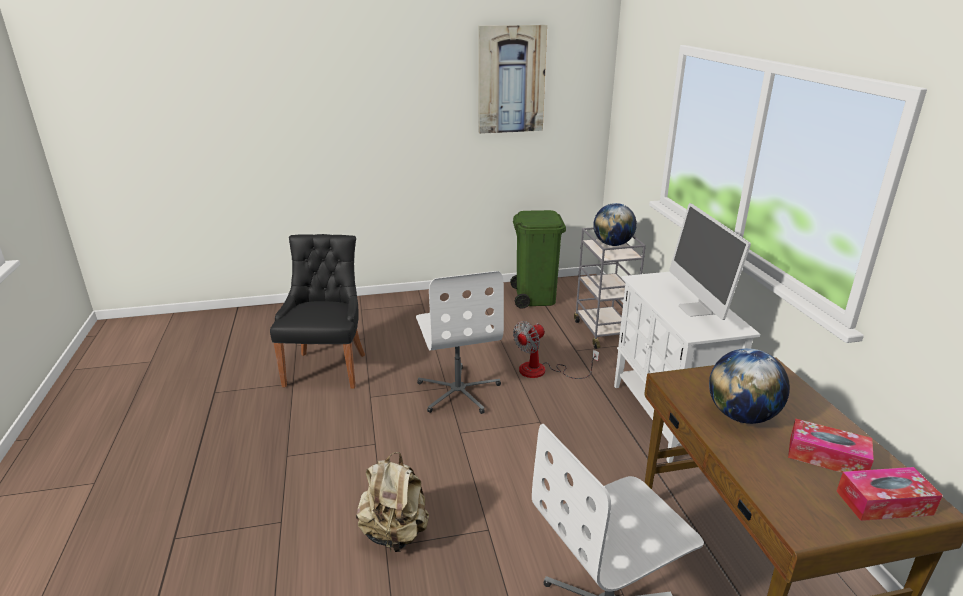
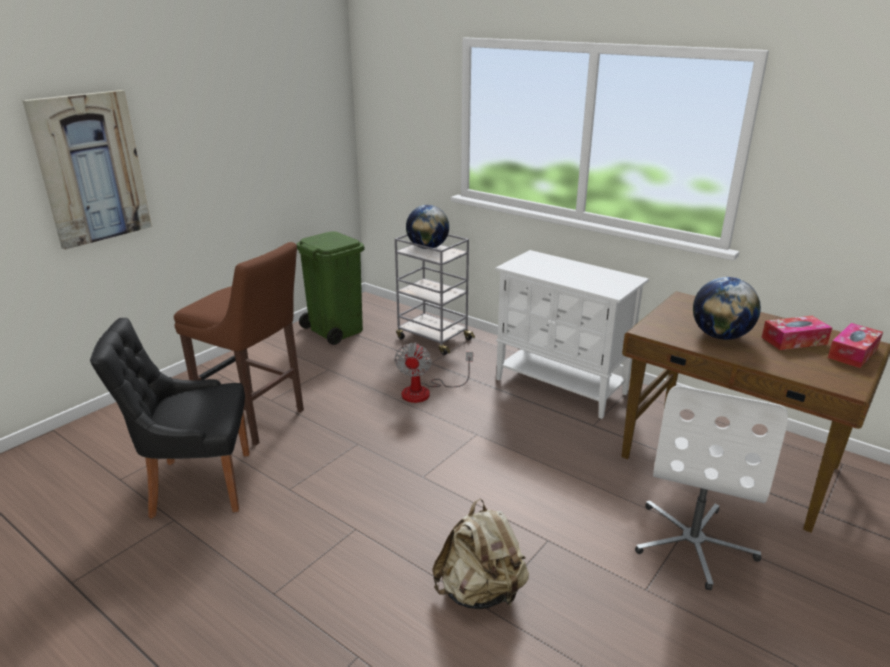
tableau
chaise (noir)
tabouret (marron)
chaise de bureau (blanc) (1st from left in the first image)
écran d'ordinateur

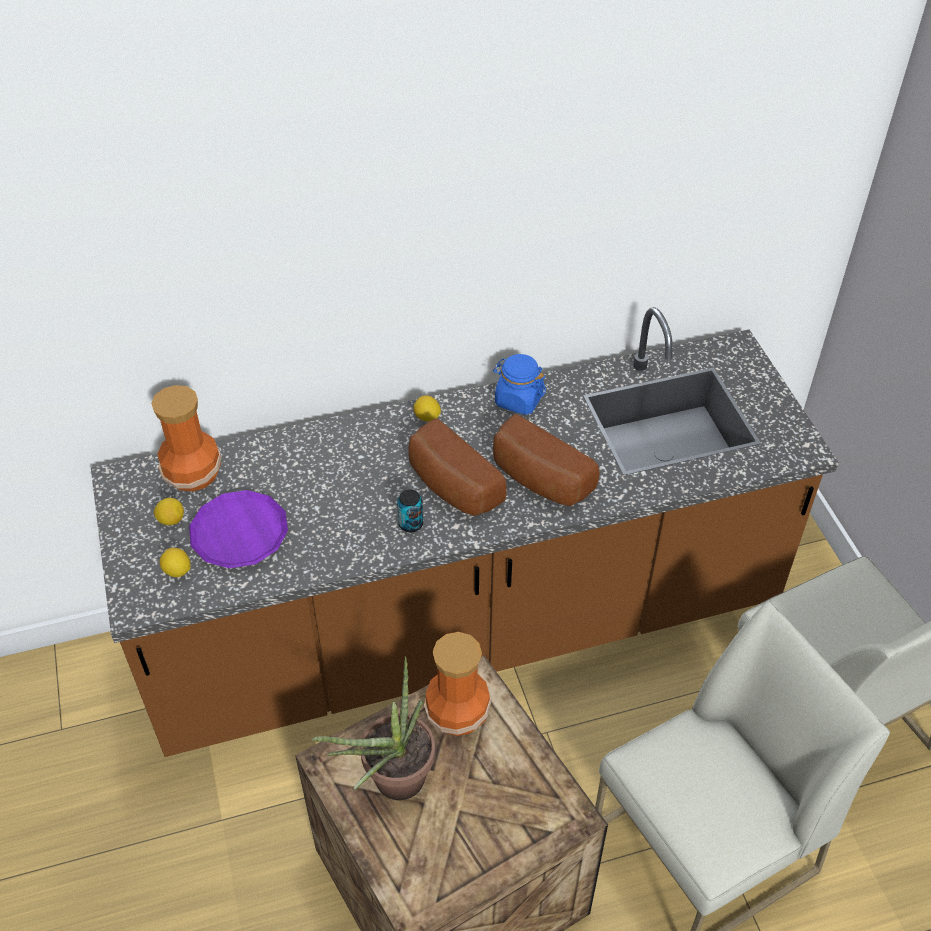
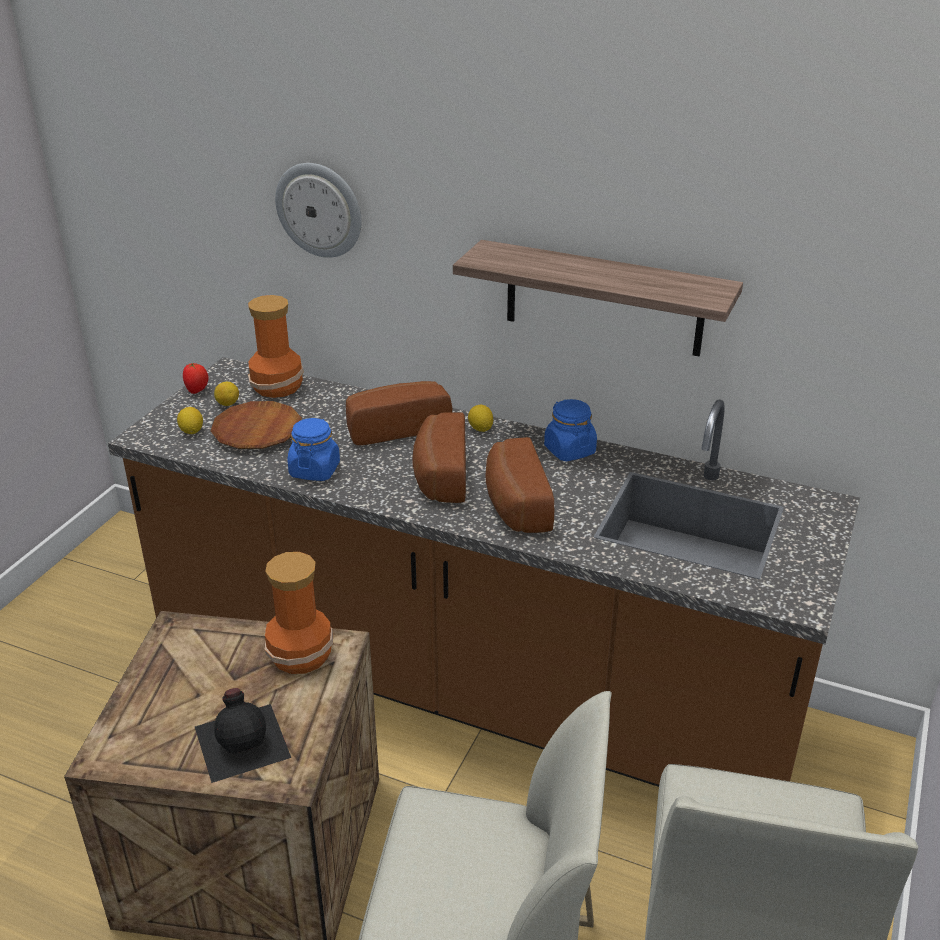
tomate
bouteille (noir)
assiette (marron)
horloge murale
bocal (bleu) (1st from left)
pain (1st from left)
étagère
plante en pot
boîte métallique

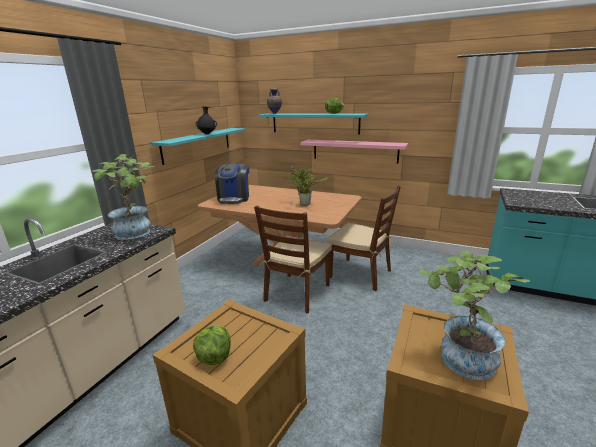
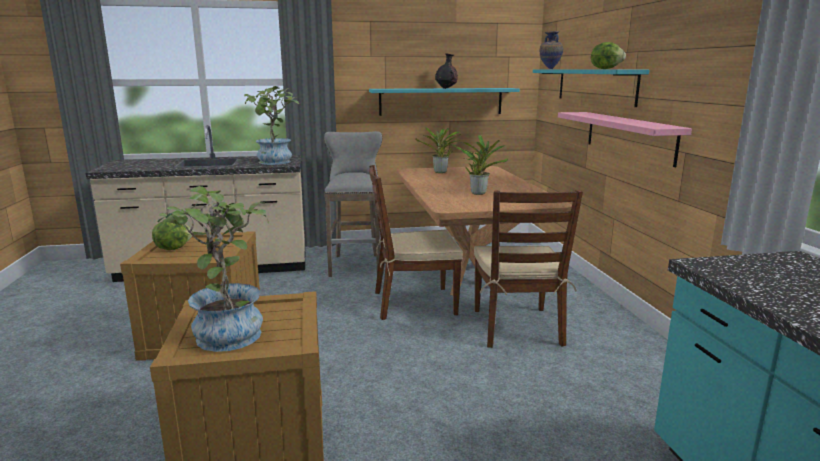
tabouret (gris)
plante en pot (3rd from left)

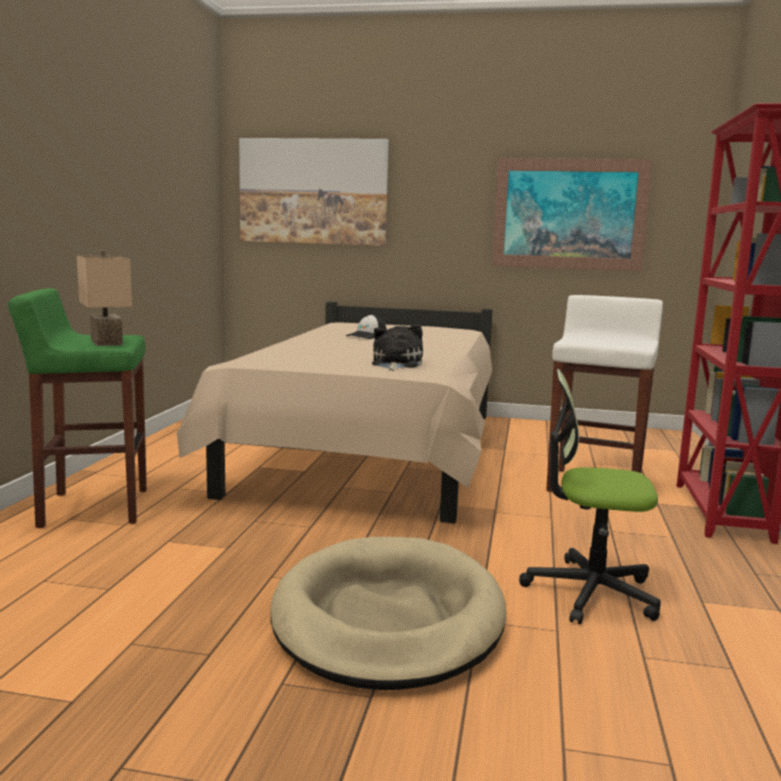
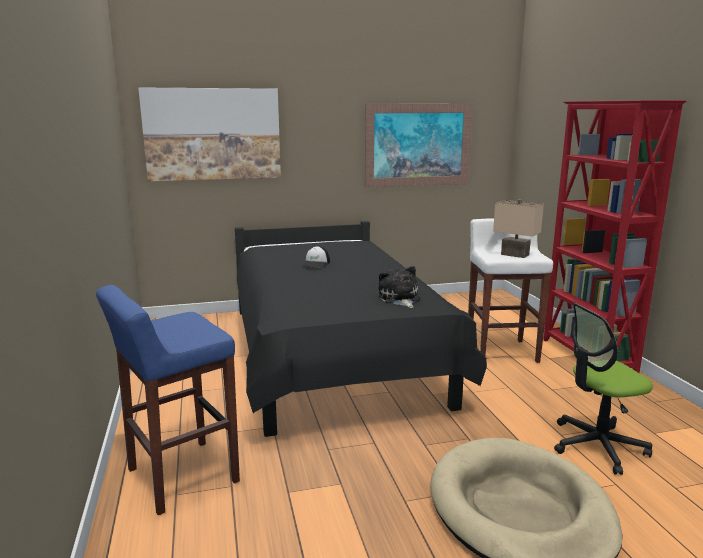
tabouret (bleu)
lit (noir)
lampe de table (beige)

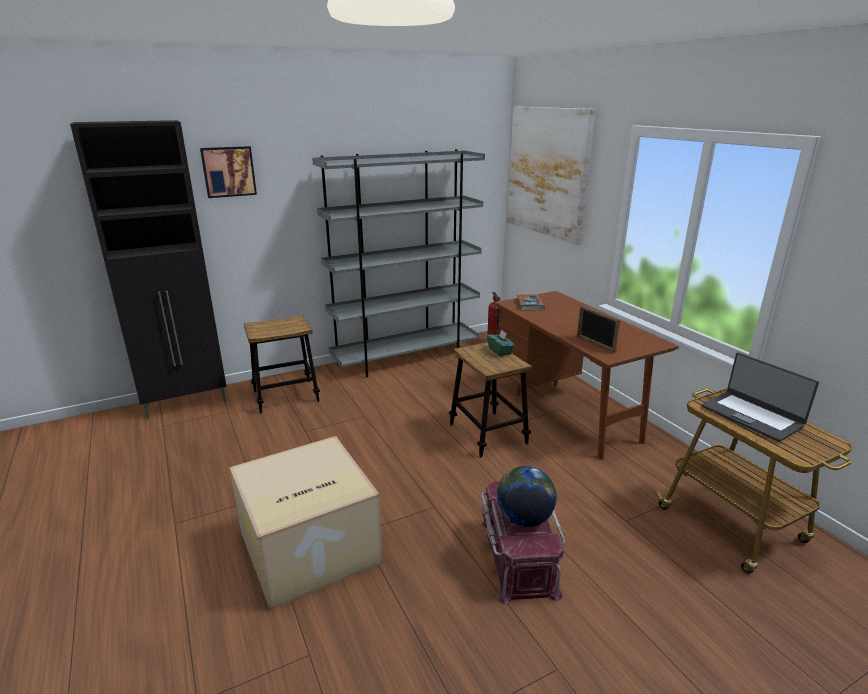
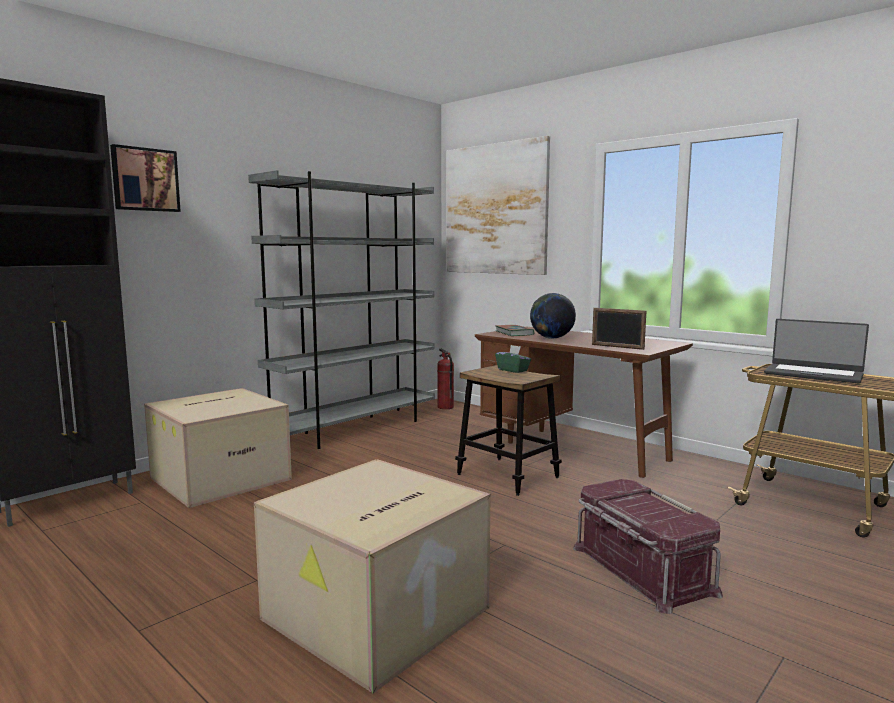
carton (1st from left)
globe

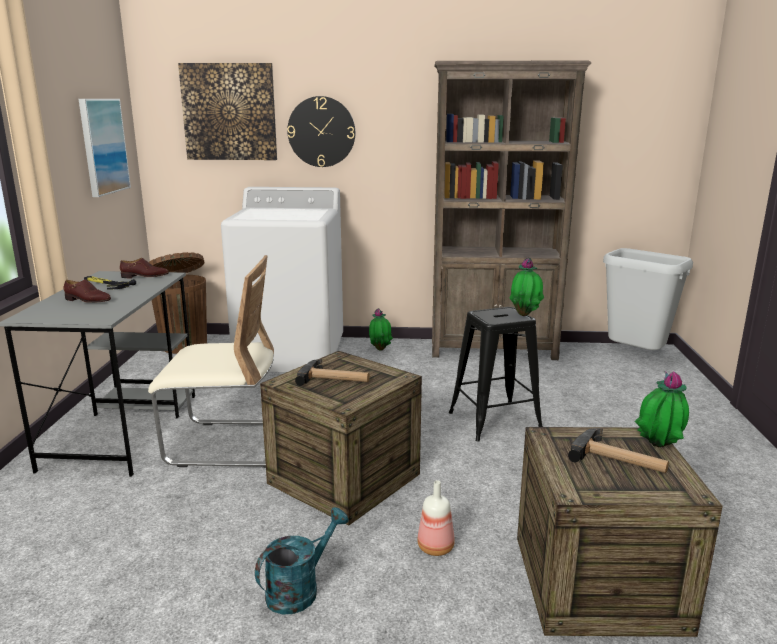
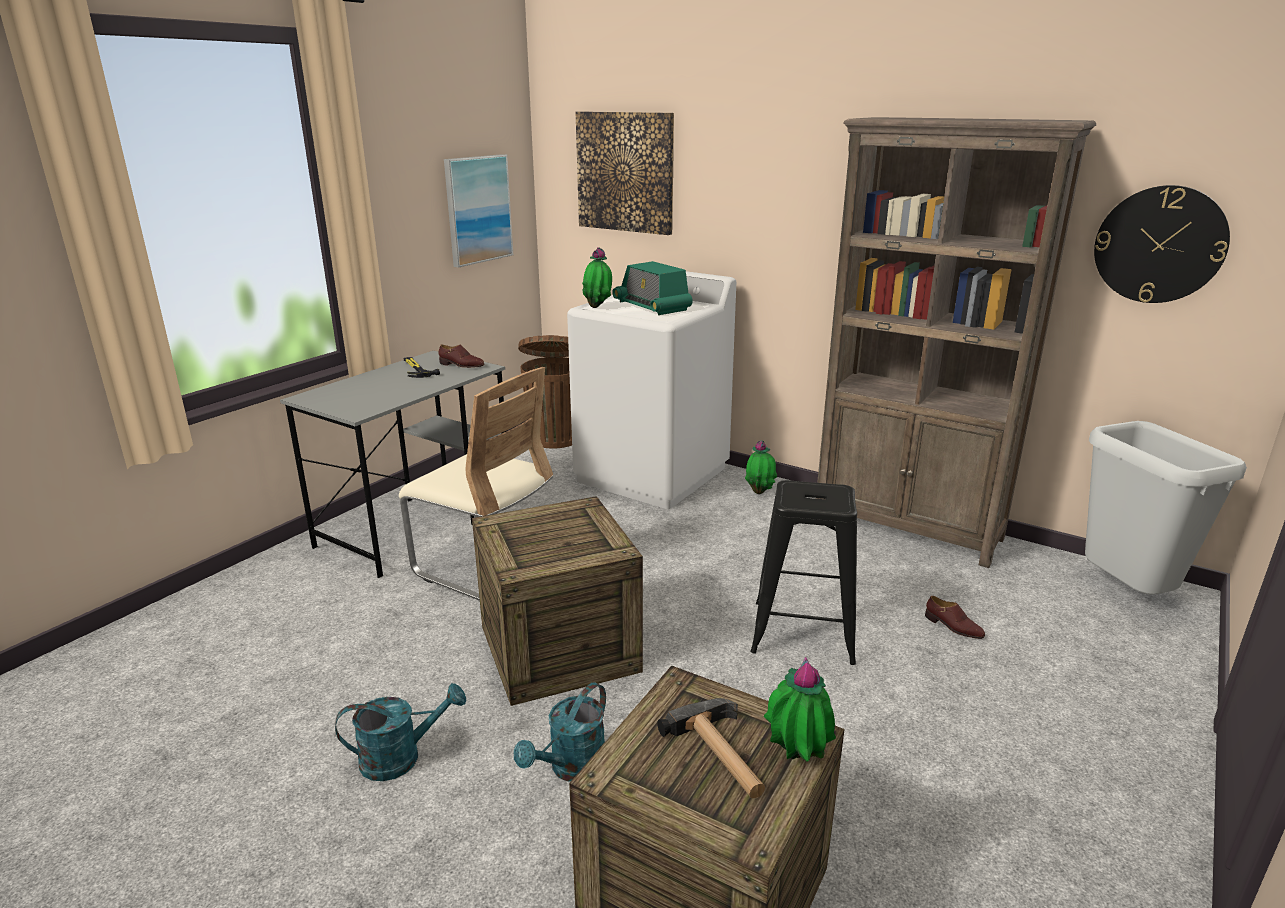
arrosoir (turquoise) (2nd from left)
plante en pot (1st from left)
radio
chaussure (marron) (2nd from left)
horloge murale
marteau (2nd from left in the first image)

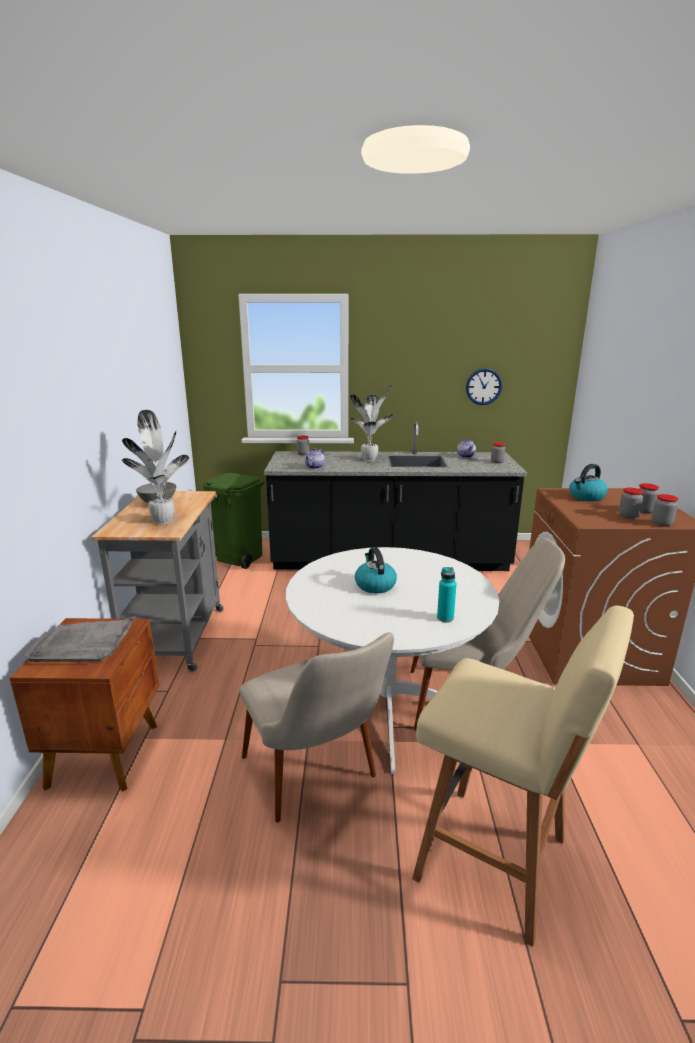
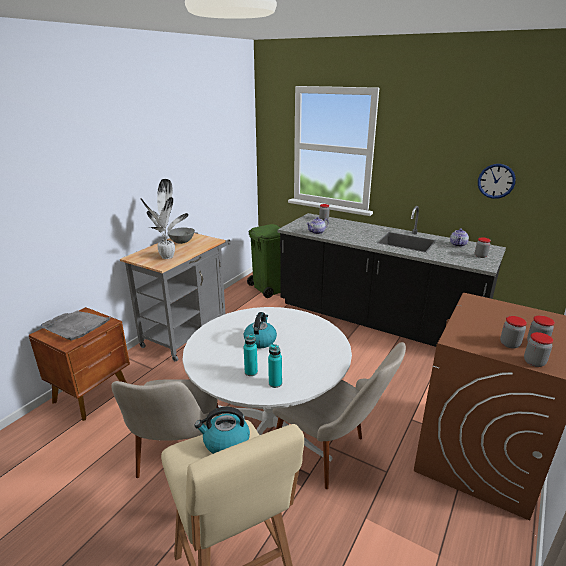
bouilloire (1st from left)
bouteille (turquoise) (1st from left)
plante en pot (2nd from left in the first image)

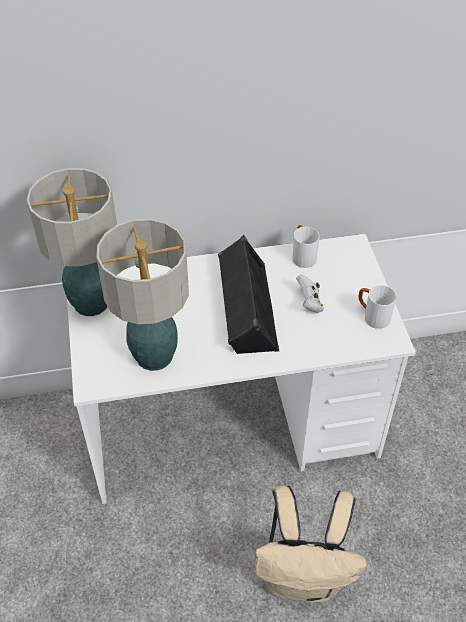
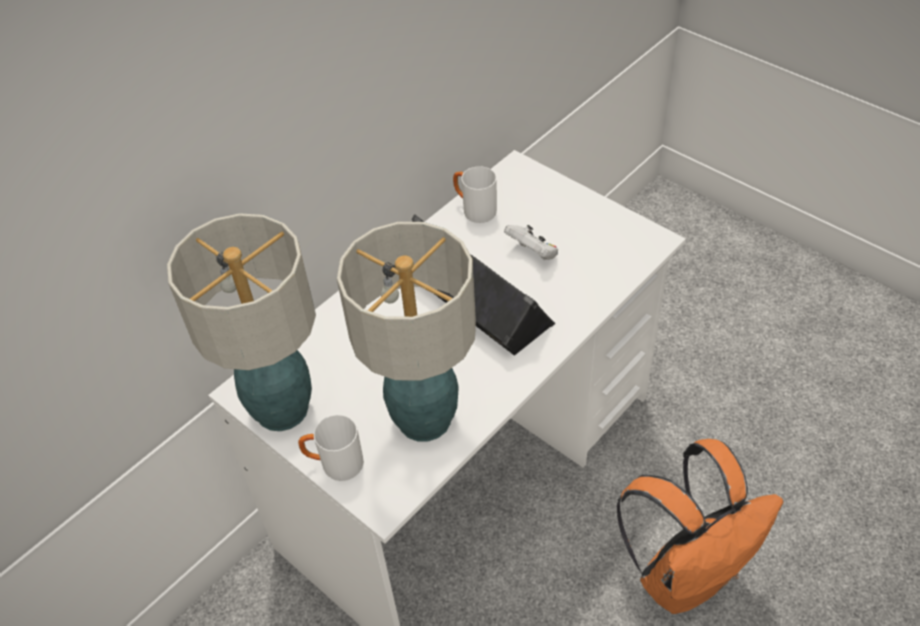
mug (blanc) (1st from left)
sac à dos (orange)

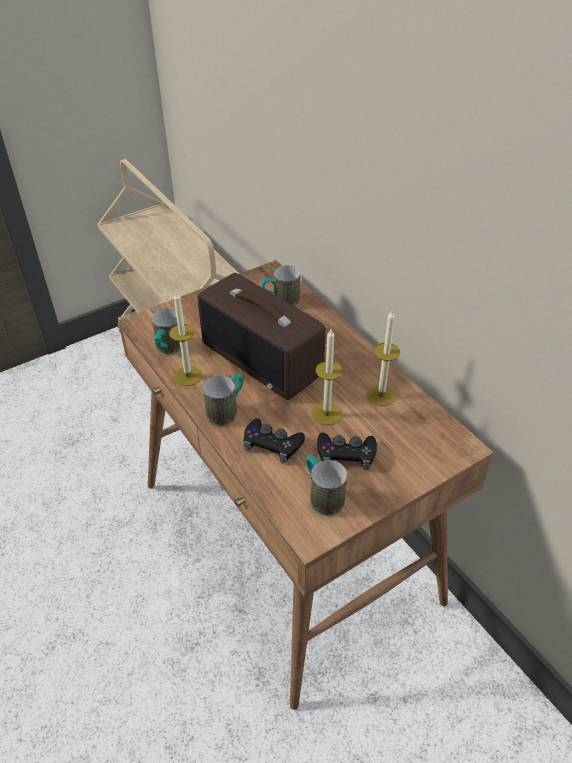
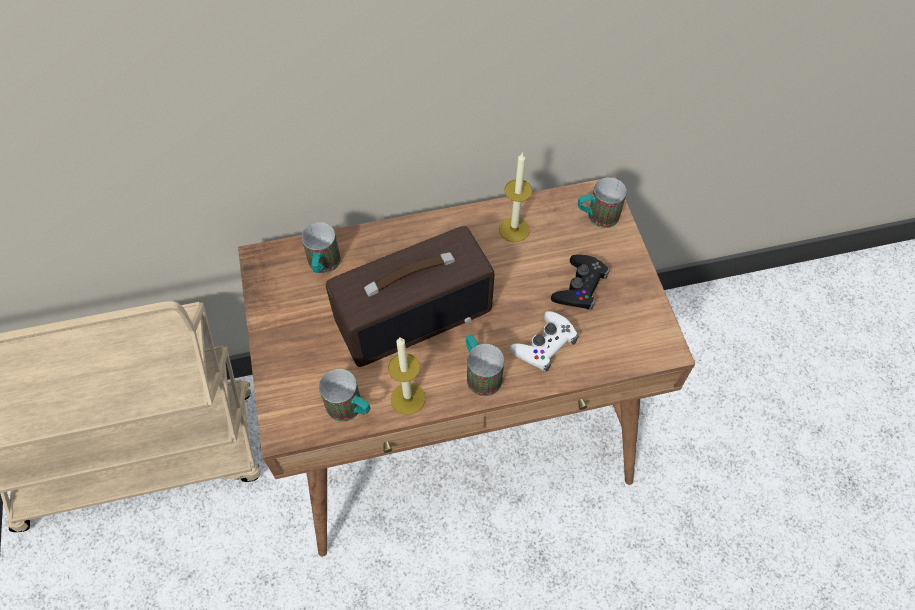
manette (blanc)
mug (4th from left)
bougie (2nd from left in the first image)

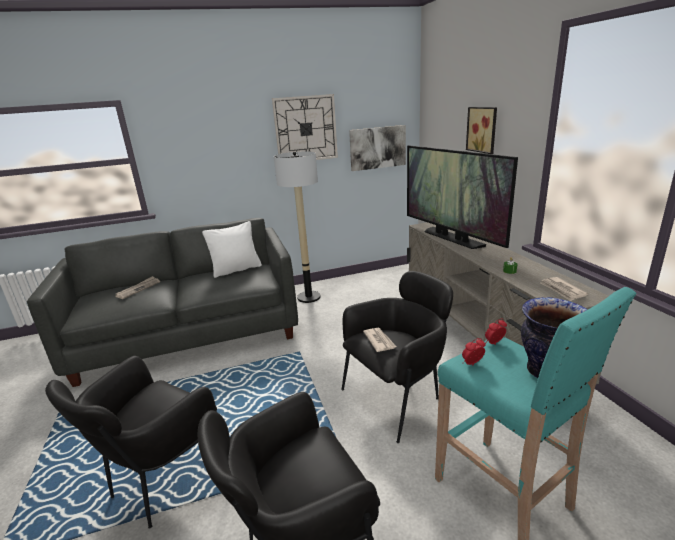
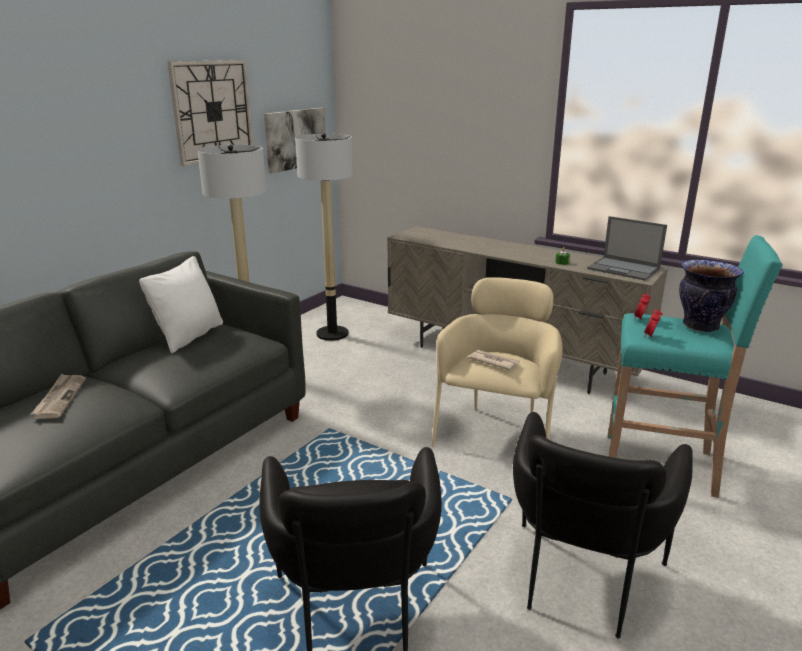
lampadaire (2nd from left)
fauteuil (beige)
ordinateur portable
téléviseur
tableau (2nd from left in the first image)

